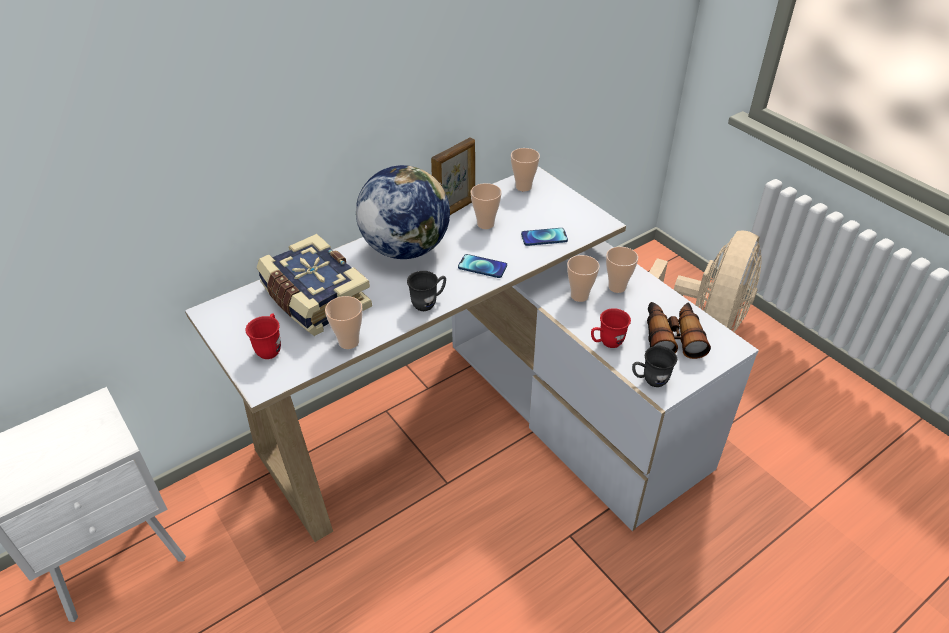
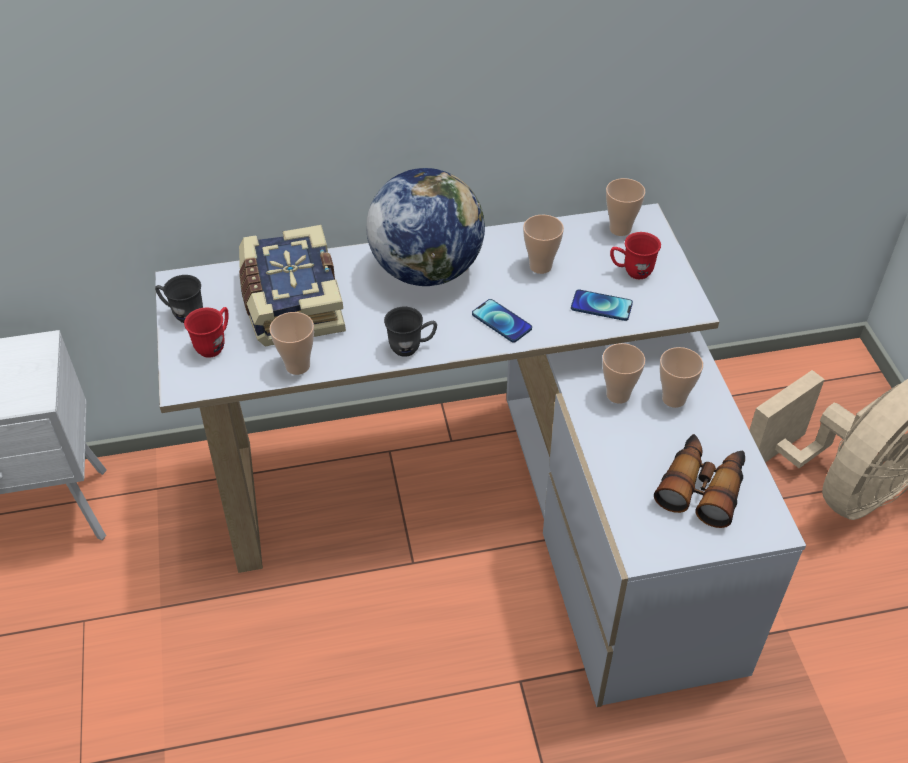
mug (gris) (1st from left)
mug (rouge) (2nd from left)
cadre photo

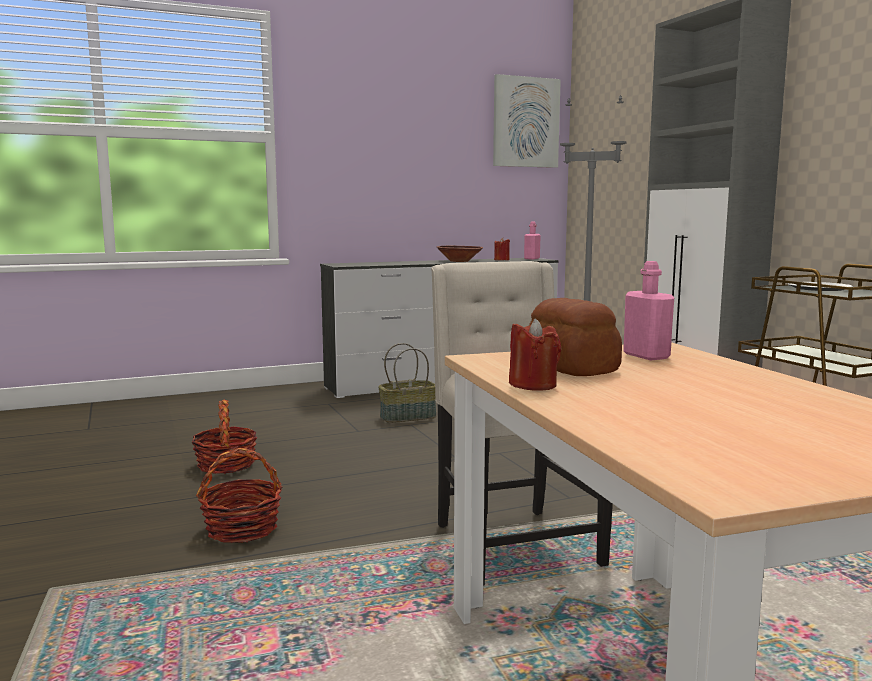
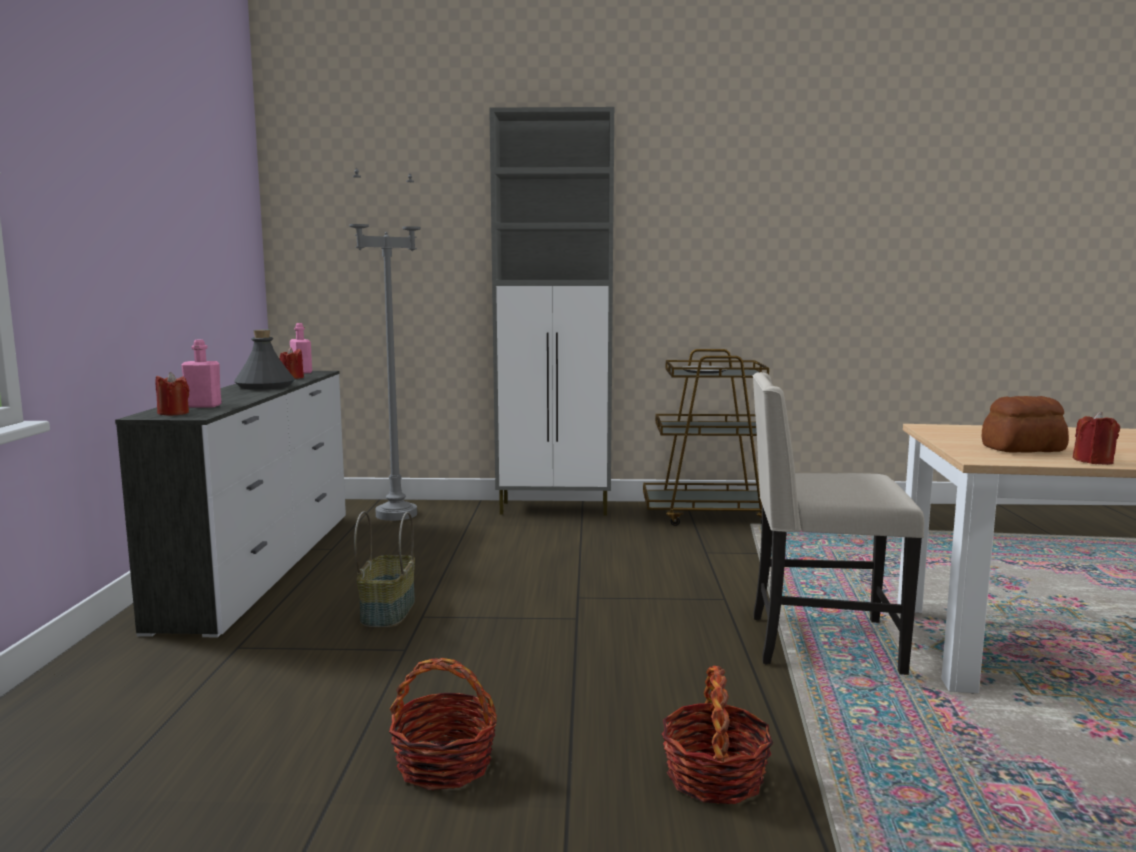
bougie (rouge) (1st from left)
bouteille (rose) (1st from left)
bouteille (gris)
tableau

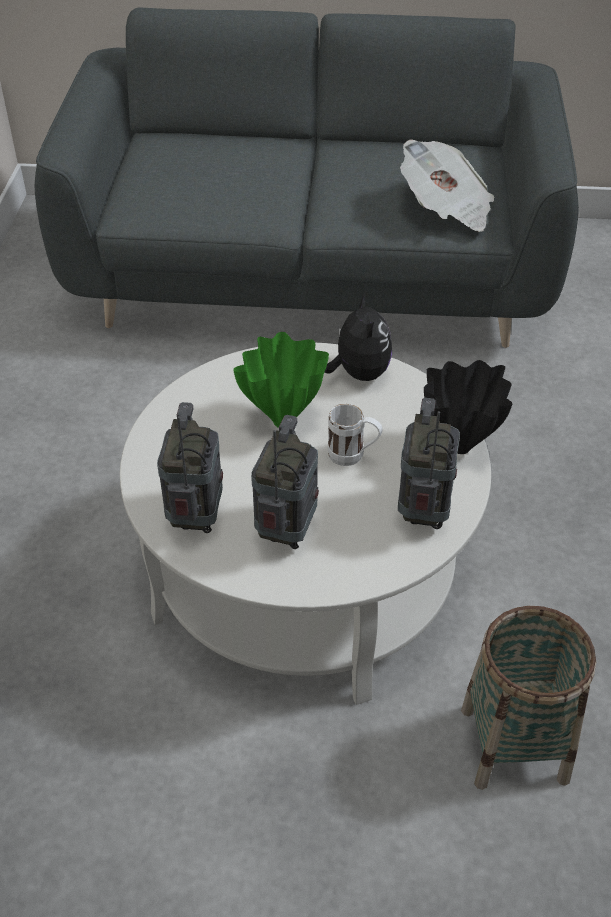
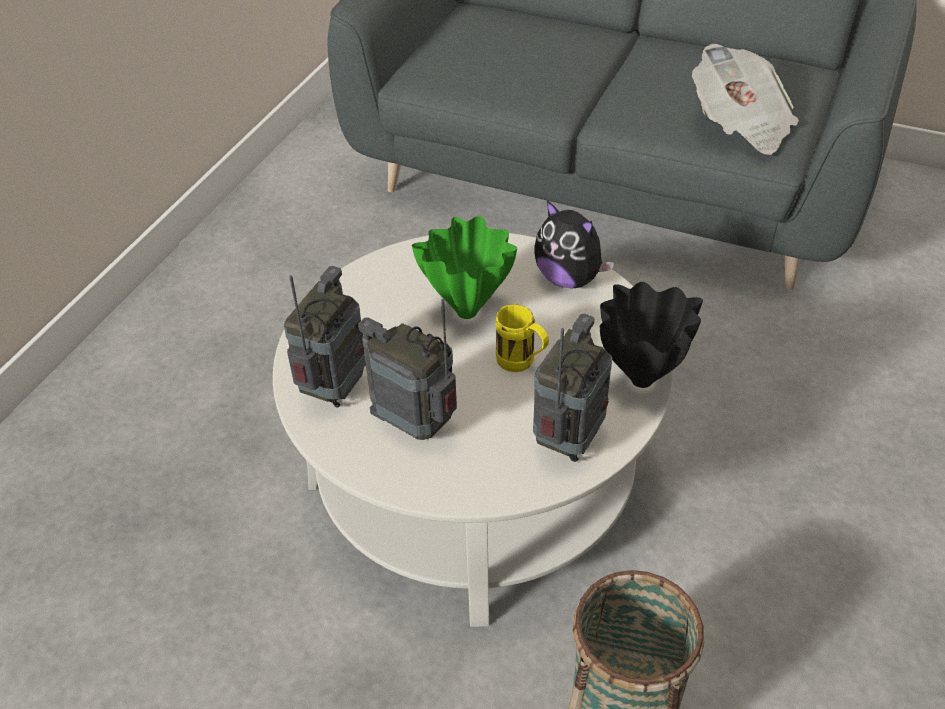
radio (2nd from left)
mug (jaune)
peluche

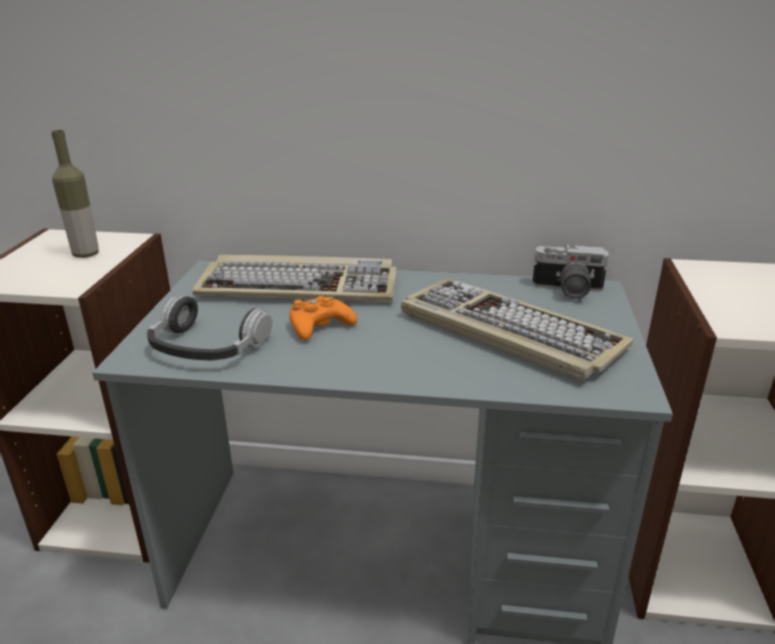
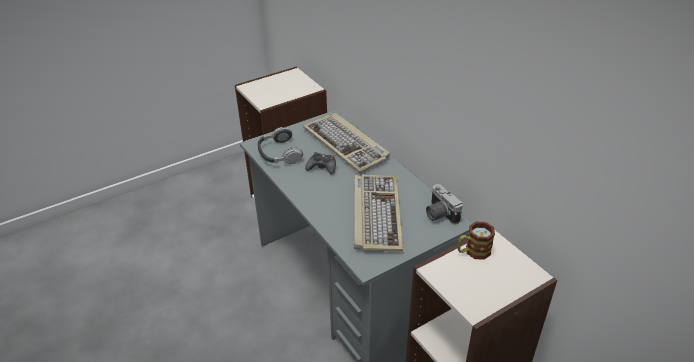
manette (noir)
mug
bouteille

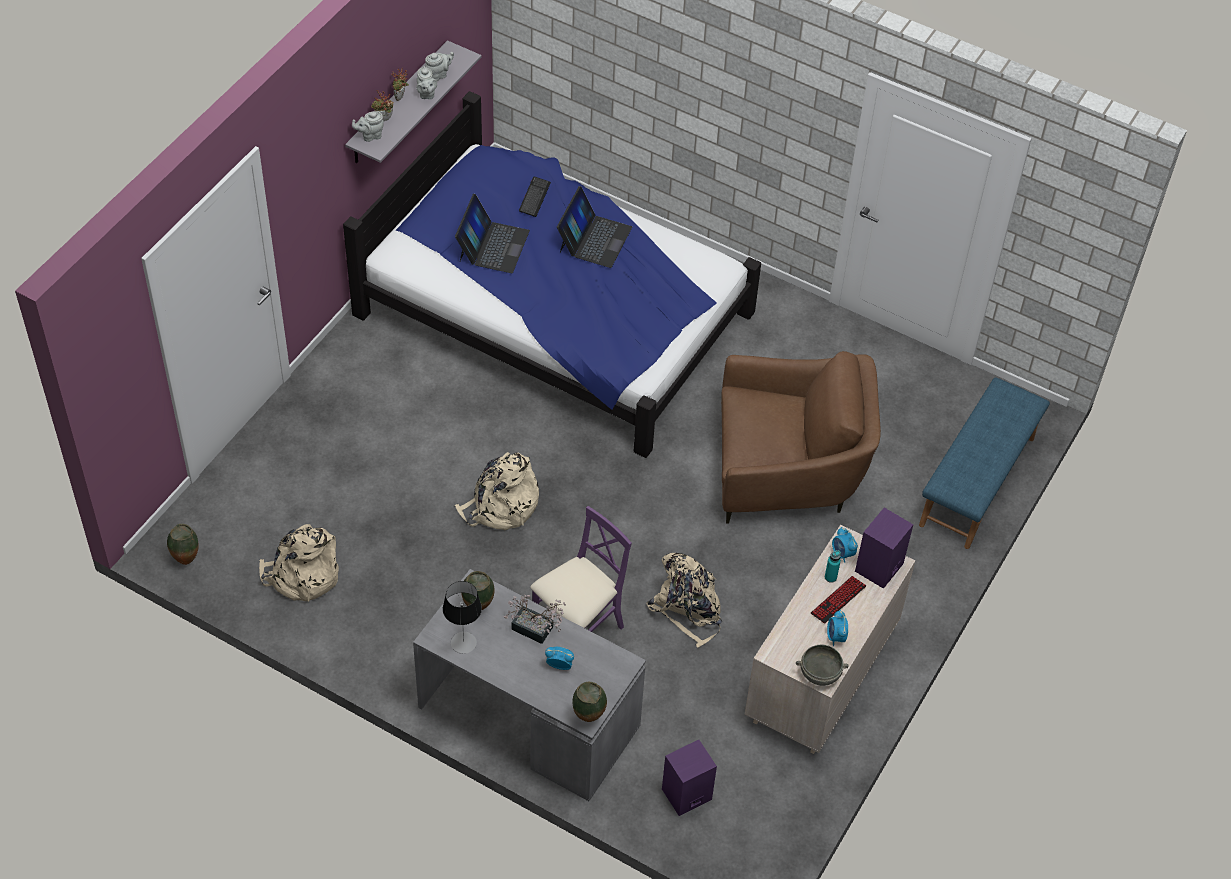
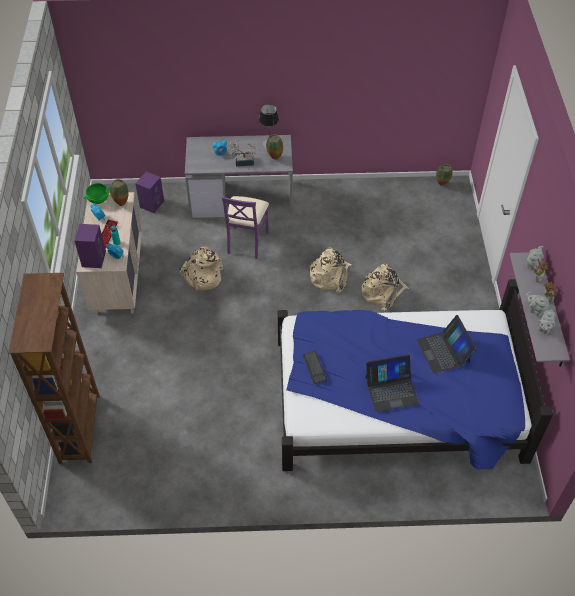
bibliothèque (marron)
bol (vert)
vase (1st from left)
clavier (2nd from left)
sac à dos (beige) (3rd from left)
ordinateur portable (1st from left)
fauteuil (marron)

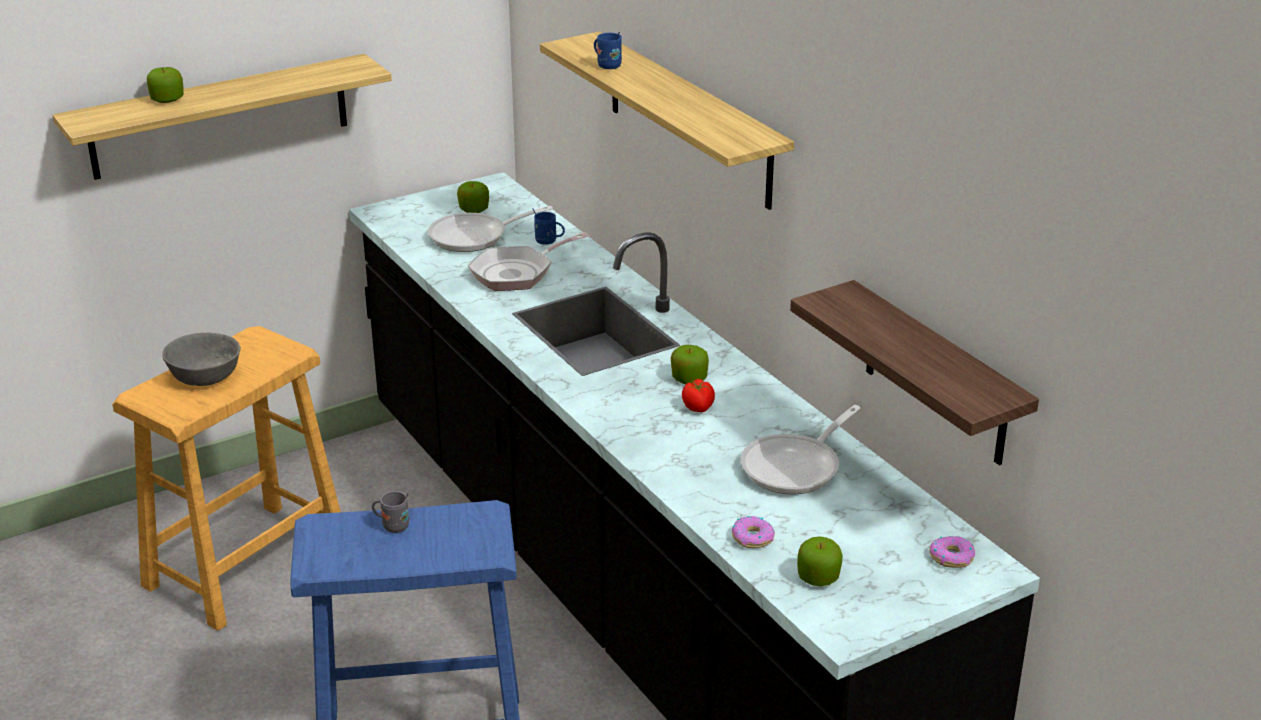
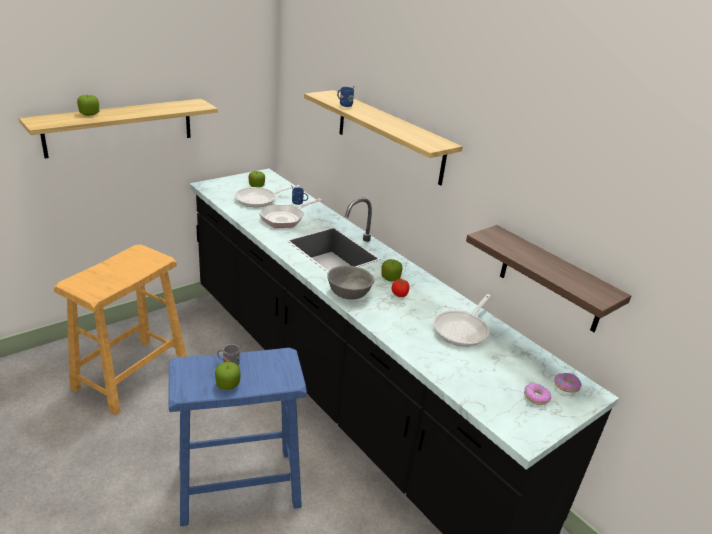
pomme (2nd from left)
bol (gris)
beignet (1st from left)

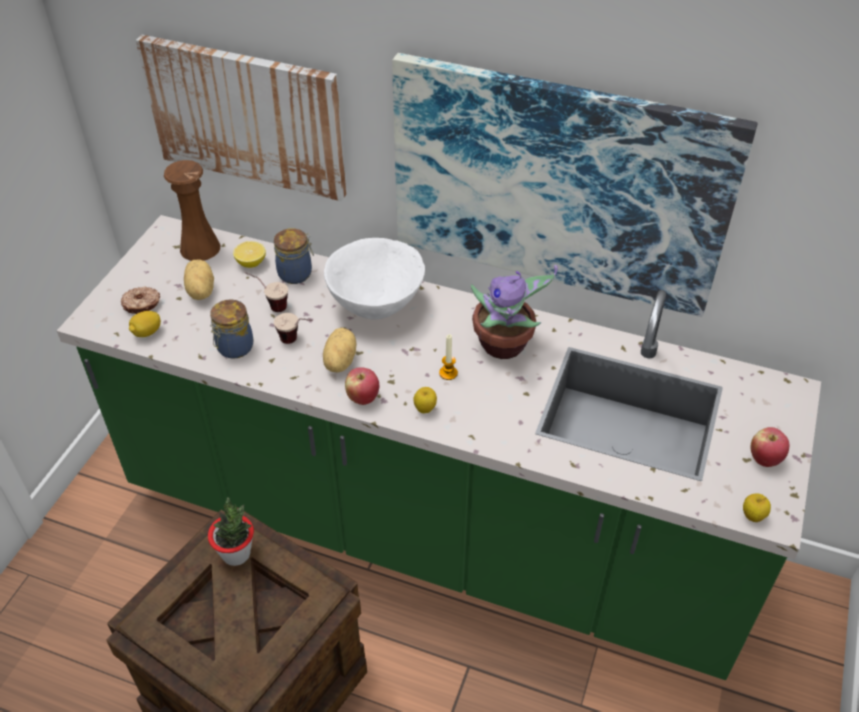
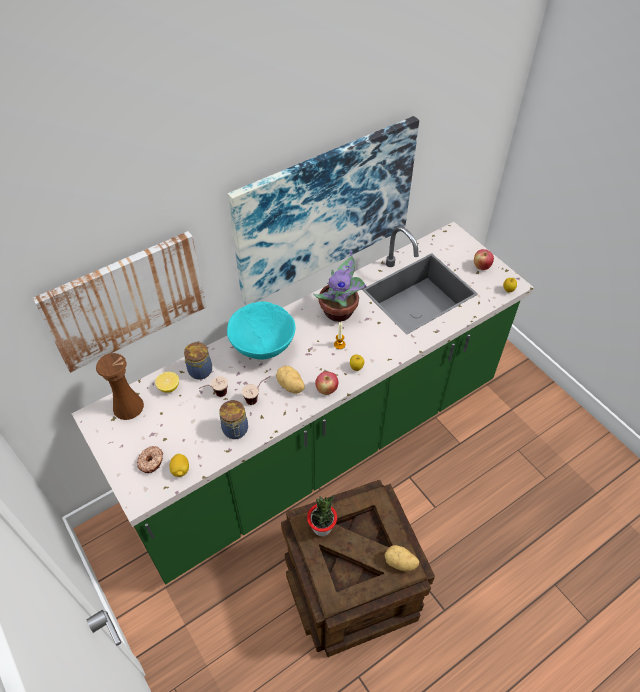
bol (turquoise)
pomme de terre (2nd from left)

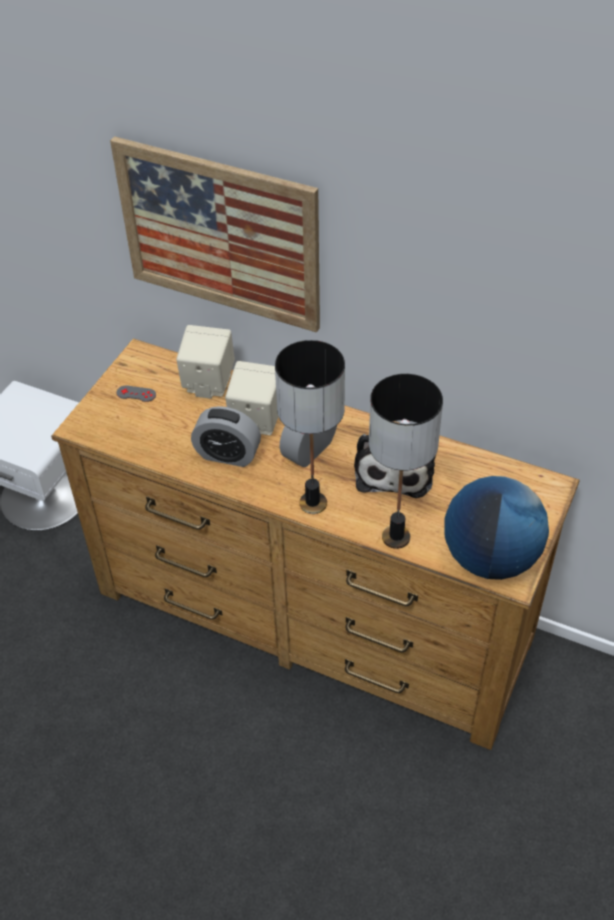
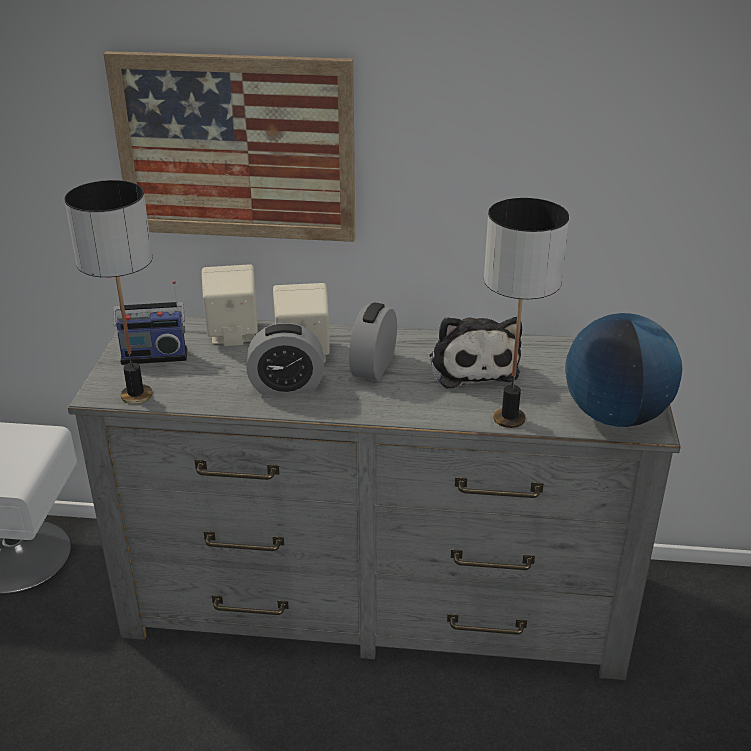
lampe de table (1st from left)
commode (gris)
radio

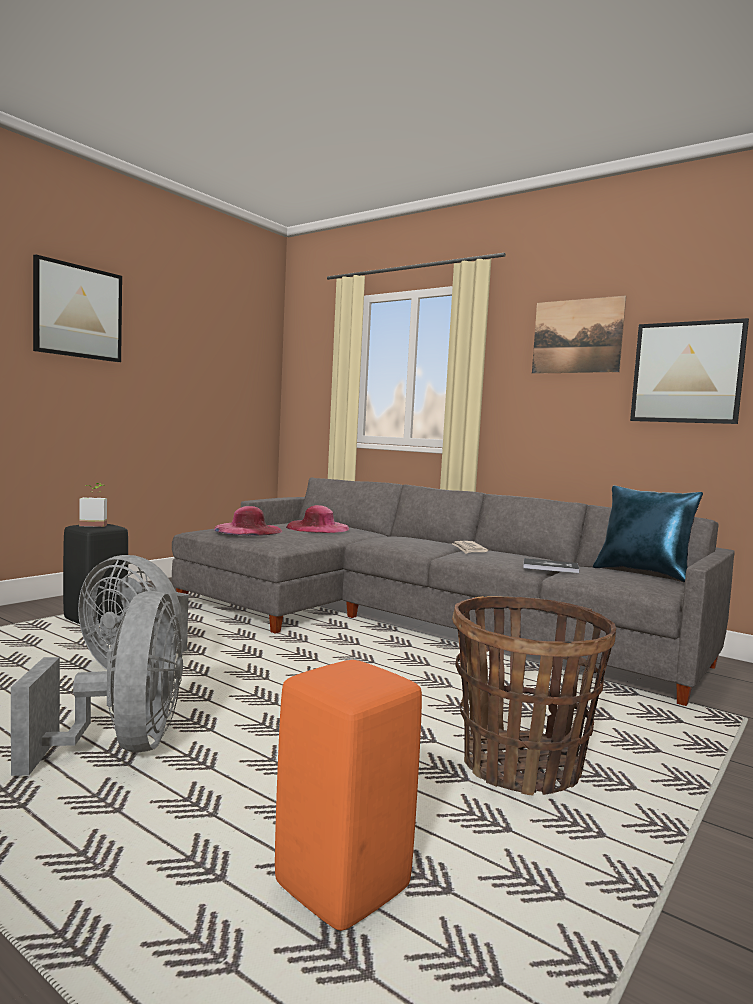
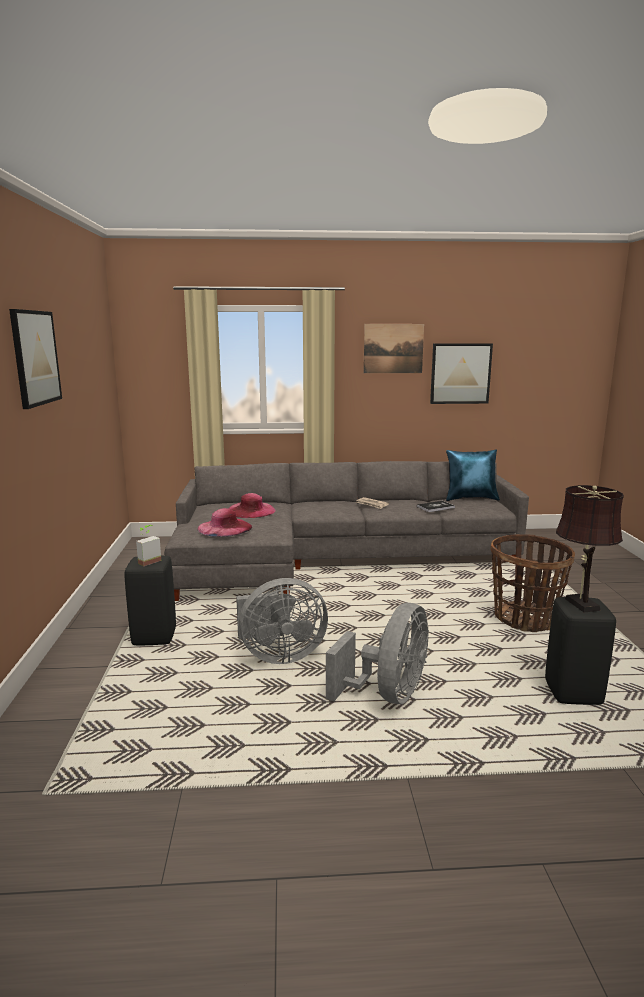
ventilateur (gris) (2nd from left)
tabouret (noir) (2nd from left)
lampe de table (marron)

